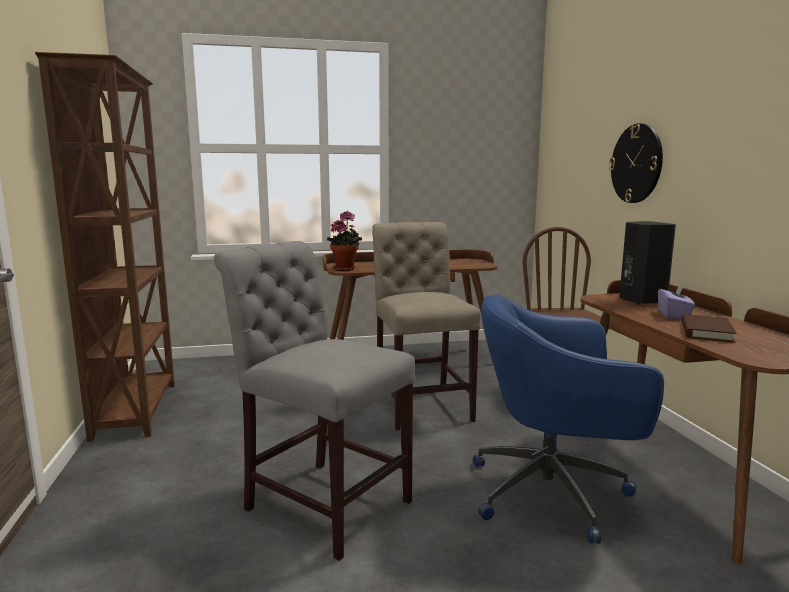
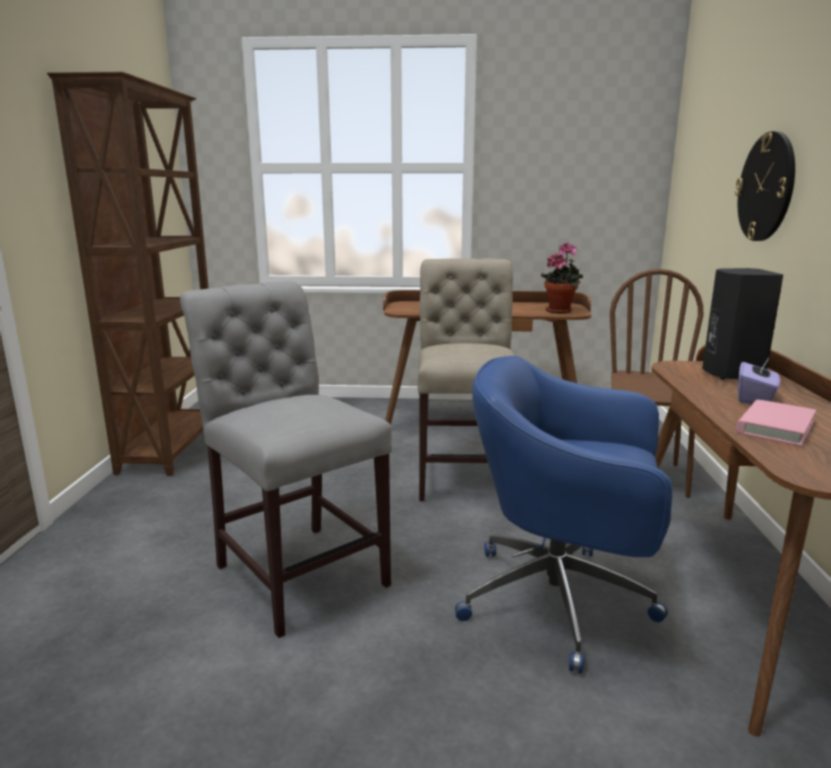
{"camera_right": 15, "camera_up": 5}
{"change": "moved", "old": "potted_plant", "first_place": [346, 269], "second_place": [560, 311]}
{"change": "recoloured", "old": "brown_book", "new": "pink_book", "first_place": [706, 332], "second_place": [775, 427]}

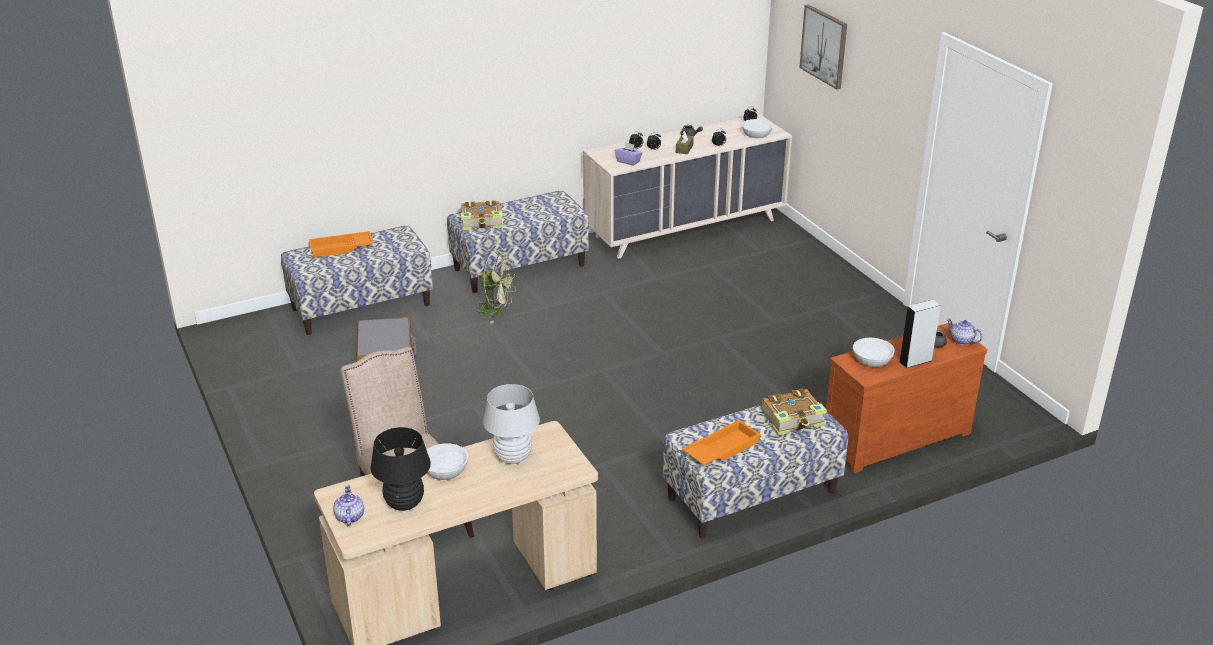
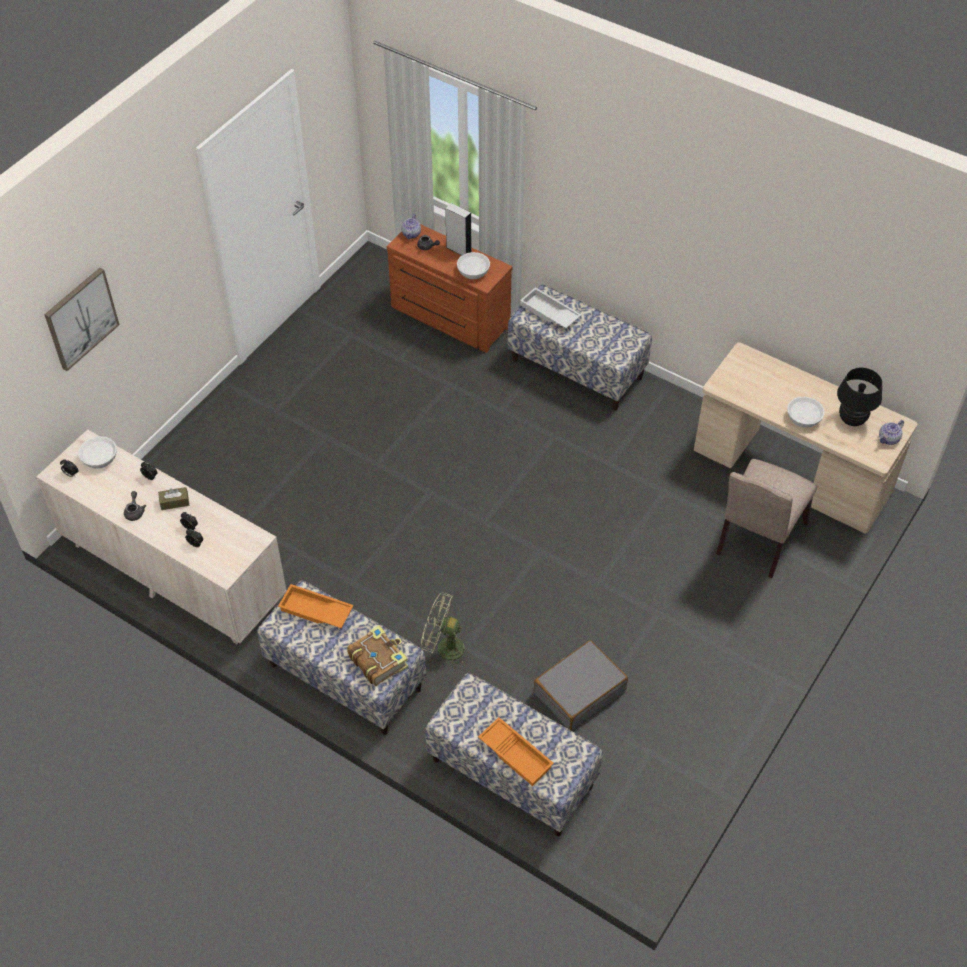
{"camera_right": -120, "camera_up": 20}
{"change": "removed", "old": "white_table_lamp", "first_place": [513, 457]}
{"change": "removed", "old": "purple_tissue_box", "first_place": [628, 161]}
{"change": "moved", "old": "orange_tray", "first_place": [721, 449], "second_place": [315, 611]}
{"change": "replaced", "old": "book", "new": "white_tray", "first_place": [793, 419], "second_place": [549, 313]}
{"change": "turned", "old": "green_fan", "first_place": [496, 312], "second_place": [444, 648], "degrees": -60}

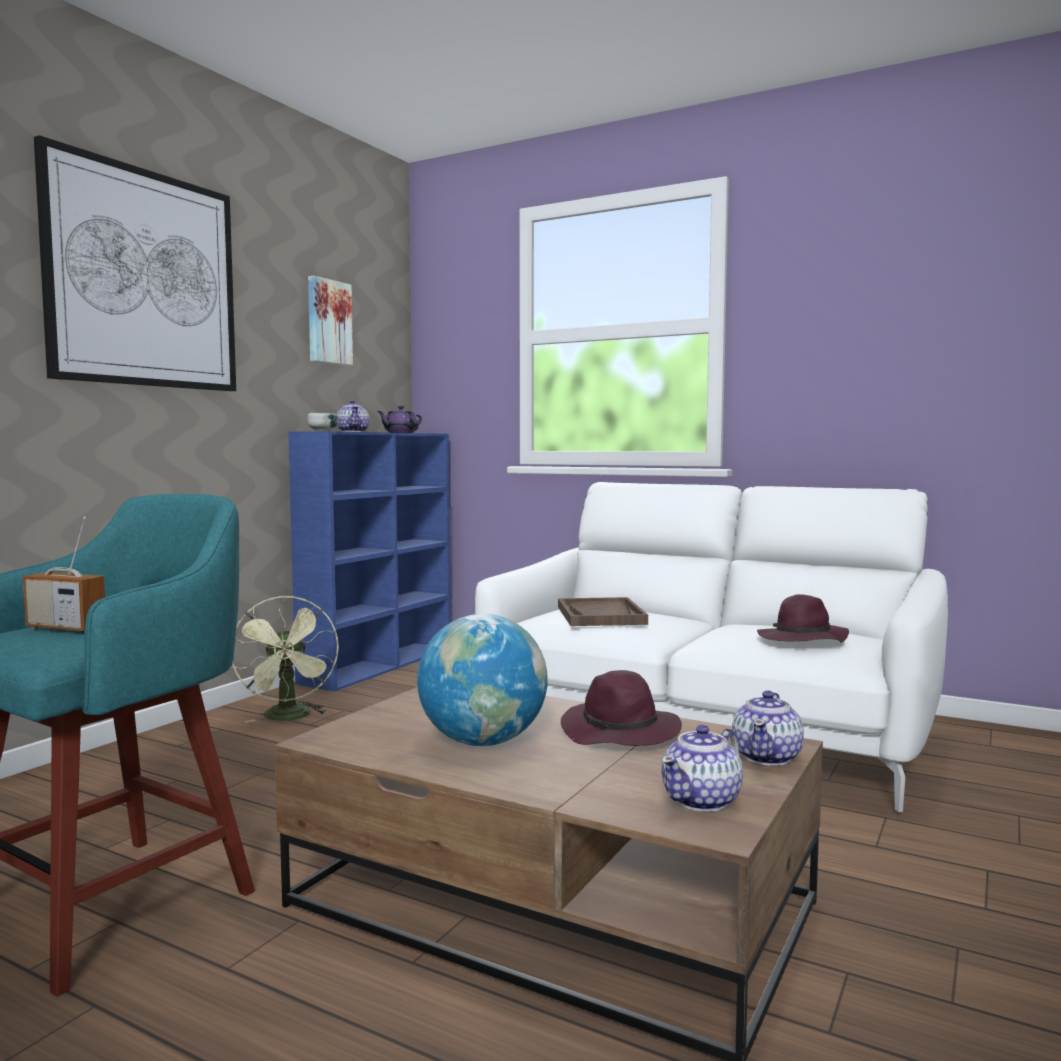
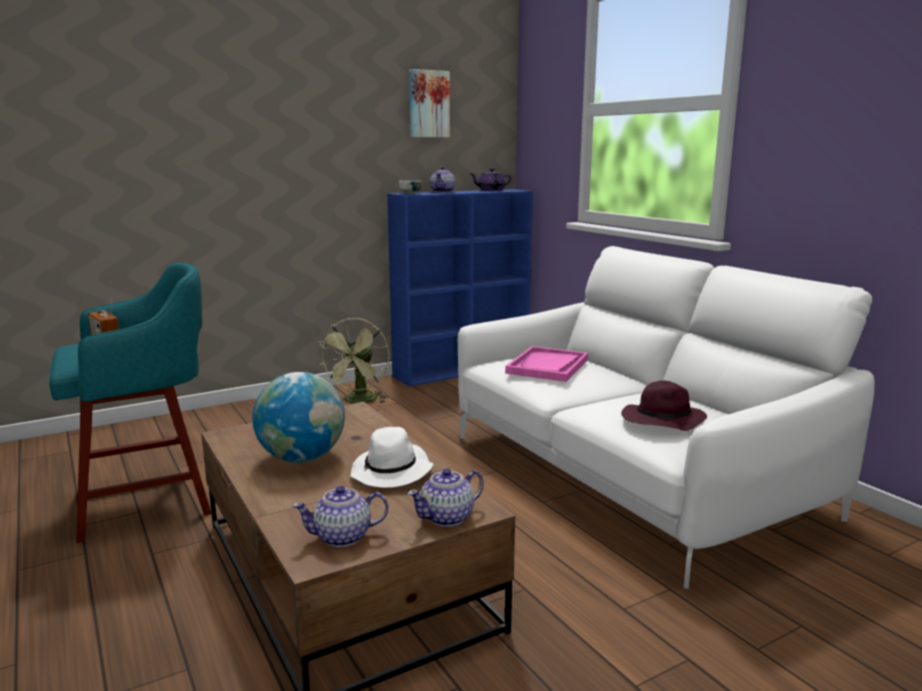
{"camera_right": 30, "camera_up": 10}
{"change": "removed", "old": "picture", "first_place": [144, 279]}
{"change": "recoloured", "old": "brown_tray", "new": "pink_tray", "first_place": [601, 615], "second_place": [548, 366]}
{"change": "recoloured", "old": "purple_hat", "new": "white_hat", "first_place": [621, 732], "second_place": [392, 472]}

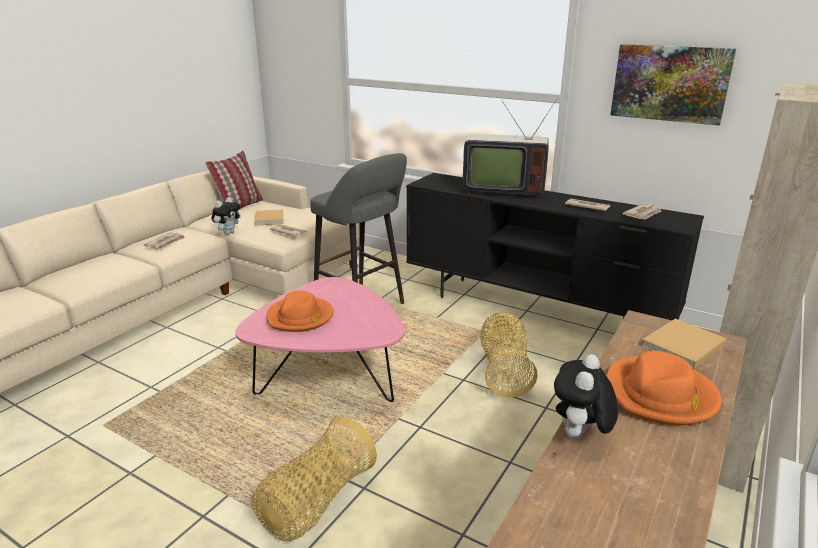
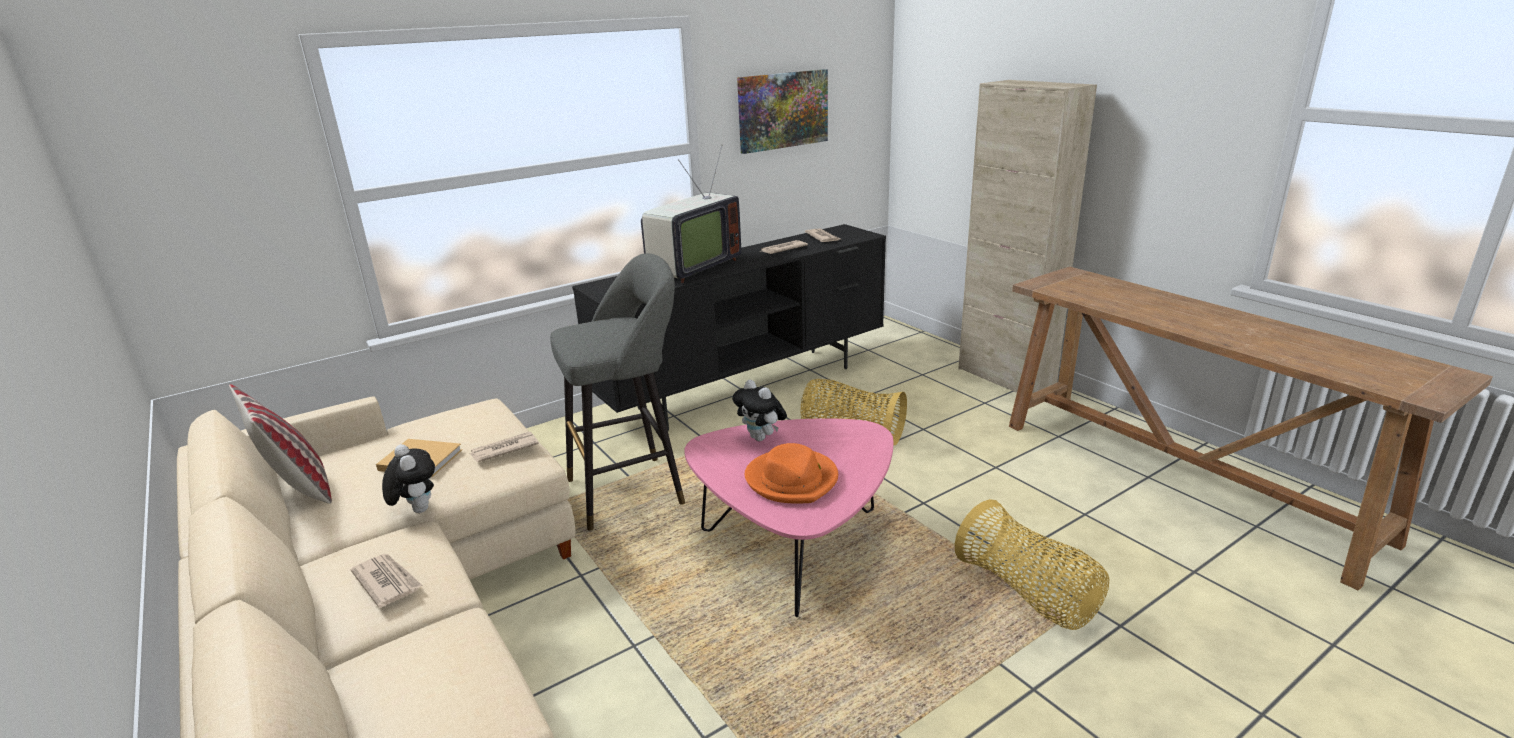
{"camera_right": -65, "camera_up": 0}
{"change": "removed", "old": "orange_hat", "first_place": [660, 395]}
{"change": "removed", "old": "beige_book", "first_place": [681, 346]}
{"change": "moved", "old": "plush_toy", "first_place": [579, 437], "second_place": [761, 438]}

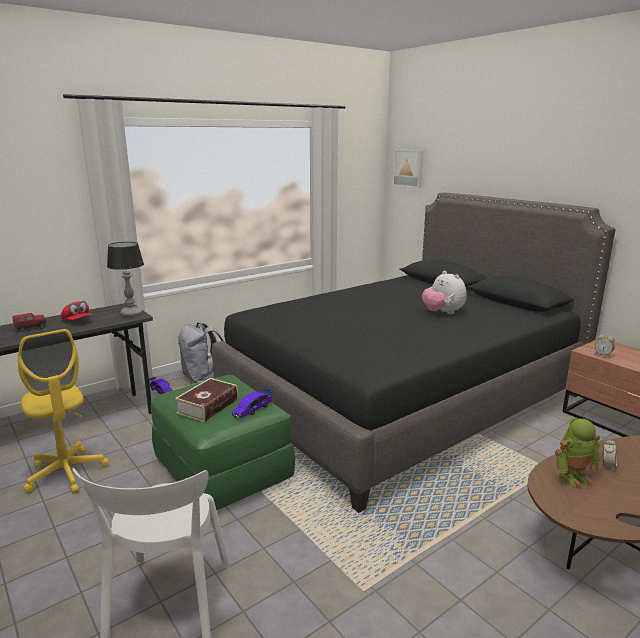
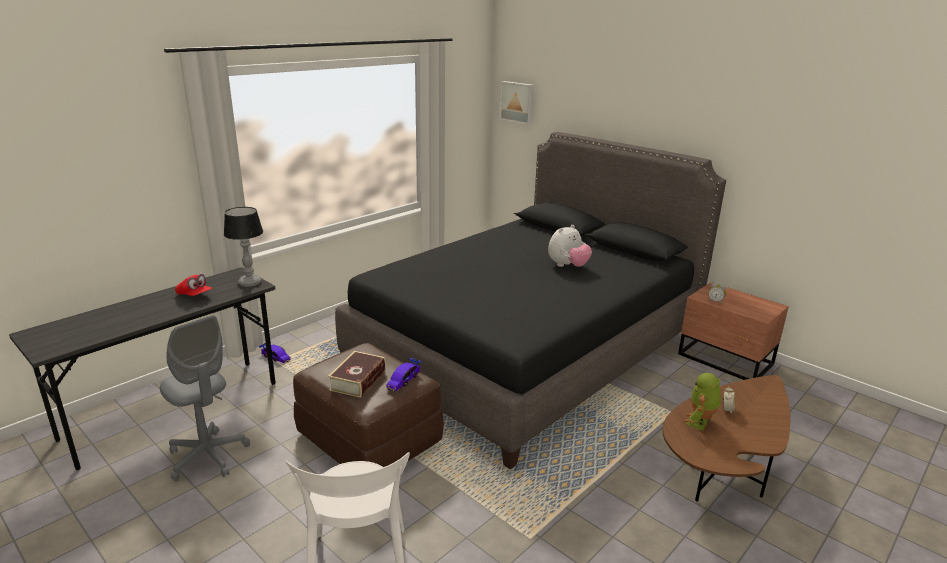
{"camera_right": -10, "camera_up": 5}
{"change": "removed", "old": "toy_truck", "first_place": [31, 329]}
{"change": "removed", "old": "grey_backpack", "first_place": [203, 379]}
{"change": "recoloured", "old": "yellow_office_chair", "new": "grey_office_chair", "first_place": [66, 473], "second_place": [208, 456]}
{"change": "recoloured", "old": "green_ottoman", "new": "brown_ottoman", "first_place": [224, 469], "second_place": [370, 438]}
{"change": "turned", "old": "plush_toy", "first_place": [442, 313], "second_place": [567, 266], "degrees": -90}
{"change": "turned", "old": "toy_robot", "first_place": [573, 477], "second_place": [700, 423], "degrees": 150}

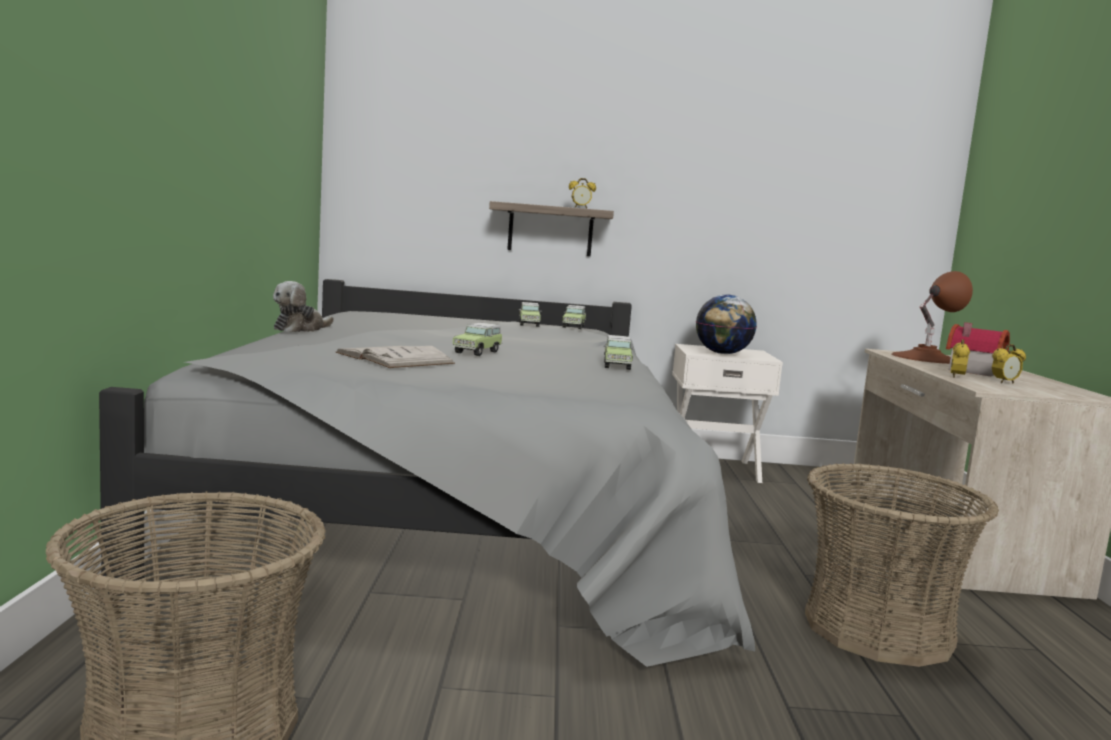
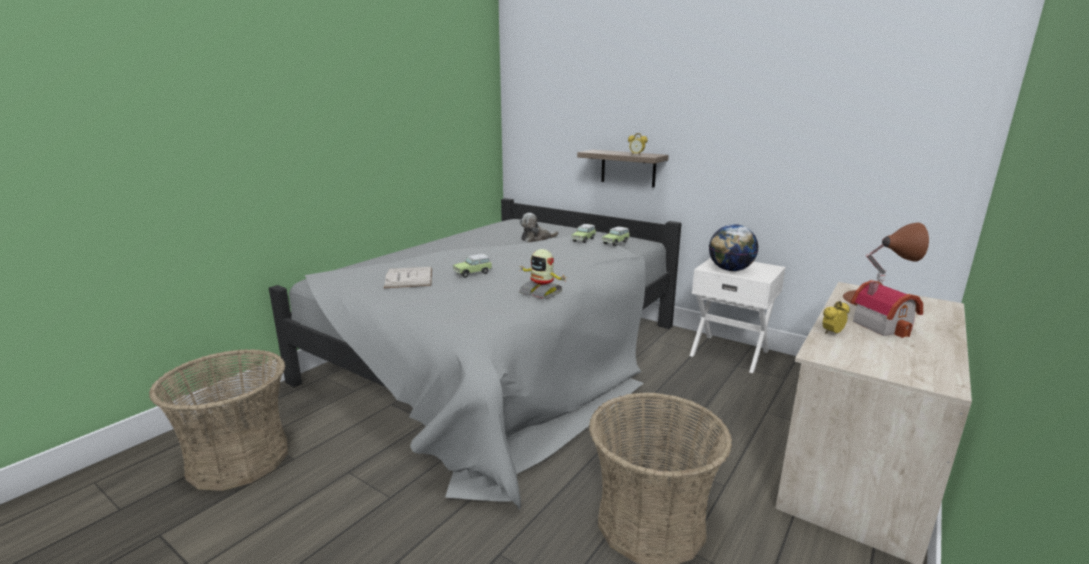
{"camera_right": 35, "camera_up": 10}
{"change": "removed", "old": "alarm_clock", "first_place": [1004, 382]}
{"change": "moved", "old": "plush_toy", "first_place": [300, 329], "second_place": [536, 239]}
{"change": "replaced", "old": "toy_car", "new": "toy_robot", "first_place": [617, 365], "second_place": [541, 292]}

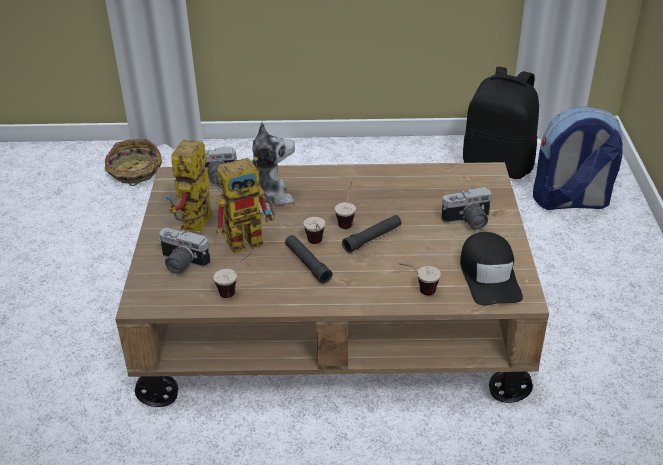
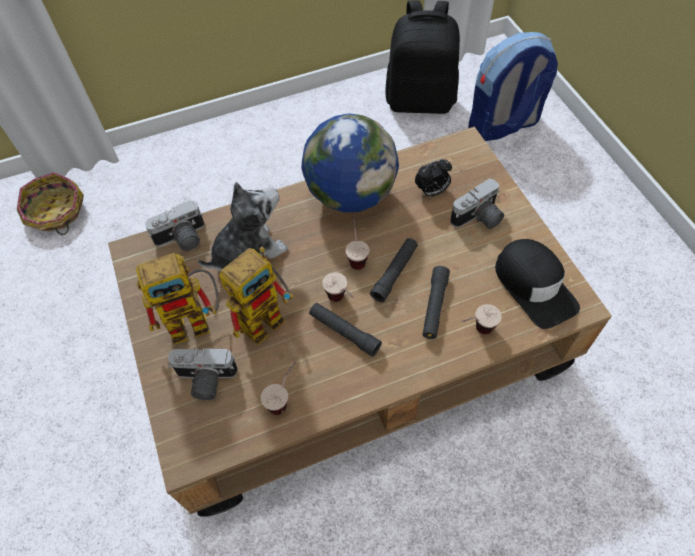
{"camera_right": -20, "camera_up": 20}
{"change": "added", "new": "globe", "second_place": [350, 195]}
{"change": "added", "new": "alarm_clock", "second_place": [431, 192]}
{"change": "added", "new": "black_flashlight", "second_place": [434, 306]}
{"change": "turned", "old": "toy_robot", "first_place": [197, 227], "second_place": [197, 320], "degrees": -105}

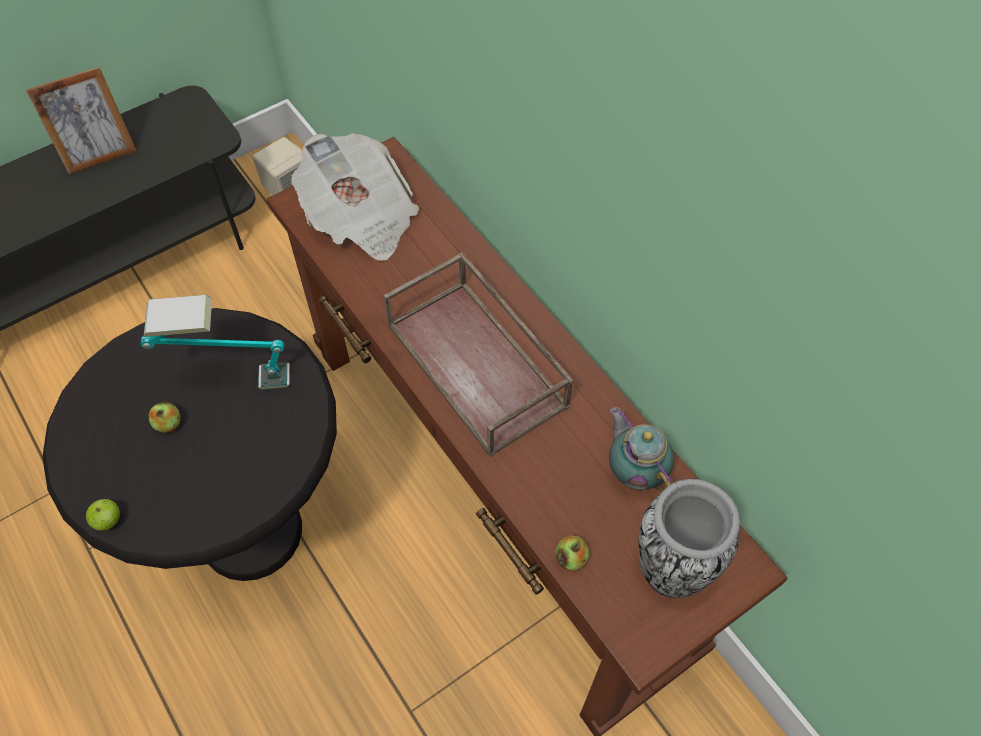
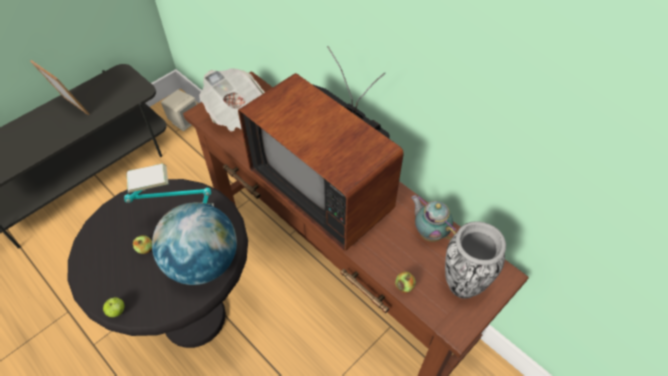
{"camera_right": -10, "camera_up": -5}
{"change": "added", "new": "globe", "second_place": [203, 262]}
{"change": "replaced", "old": "brown_tray", "new": "television", "first_place": [479, 365], "second_place": [327, 187]}
{"change": "turned", "old": "picture_frame", "first_place": [100, 156], "second_place": [72, 109], "degrees": -105}

